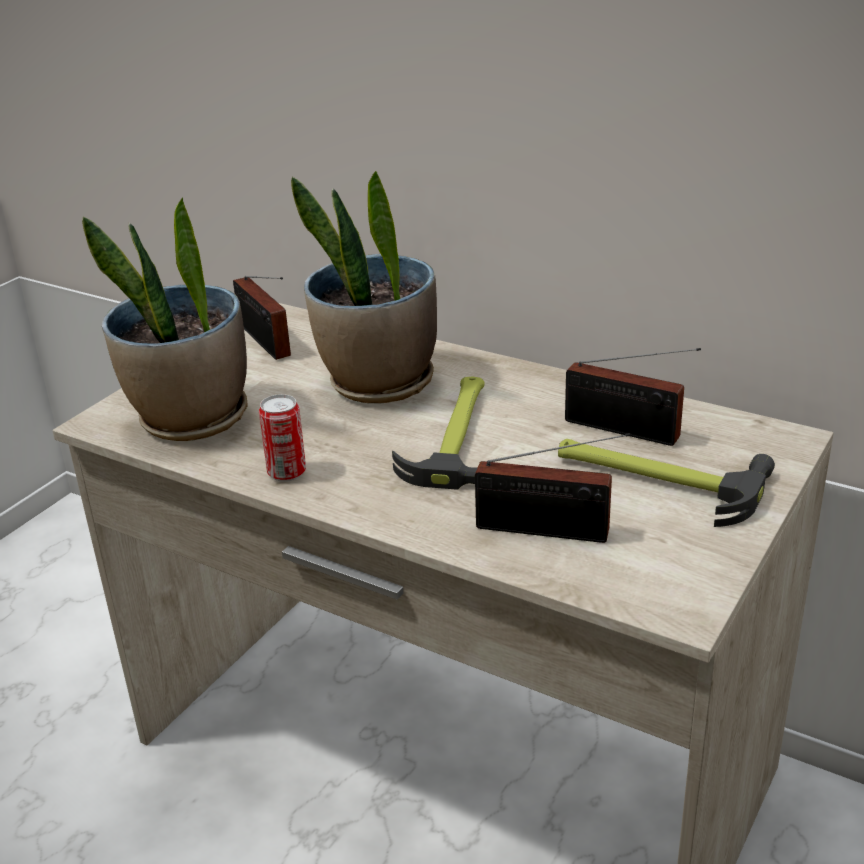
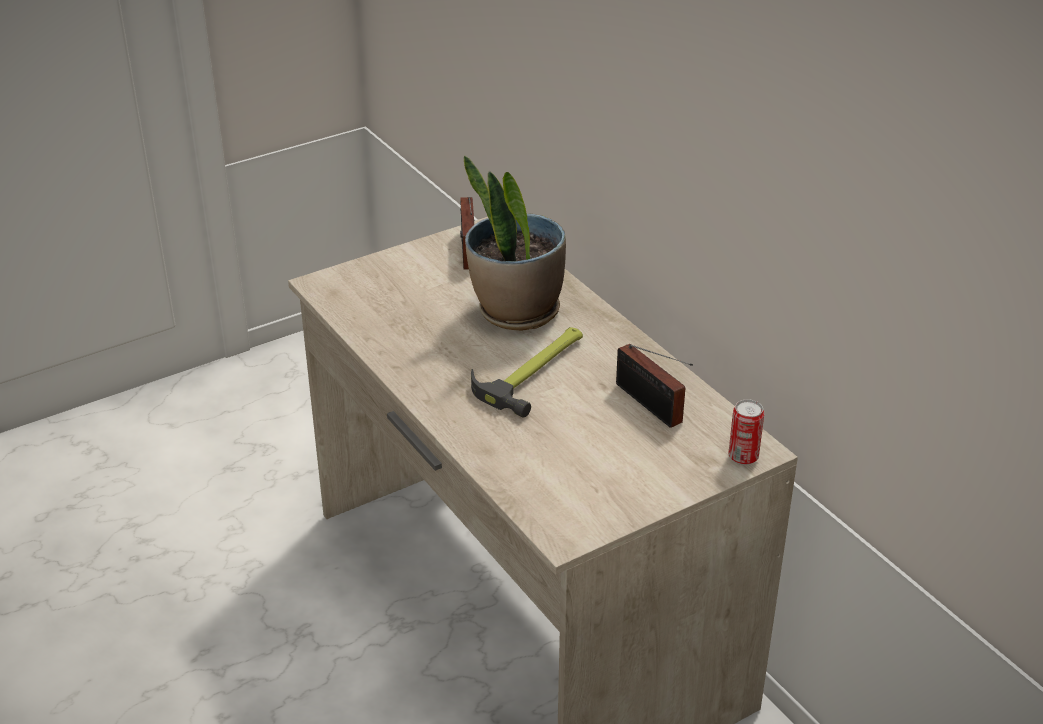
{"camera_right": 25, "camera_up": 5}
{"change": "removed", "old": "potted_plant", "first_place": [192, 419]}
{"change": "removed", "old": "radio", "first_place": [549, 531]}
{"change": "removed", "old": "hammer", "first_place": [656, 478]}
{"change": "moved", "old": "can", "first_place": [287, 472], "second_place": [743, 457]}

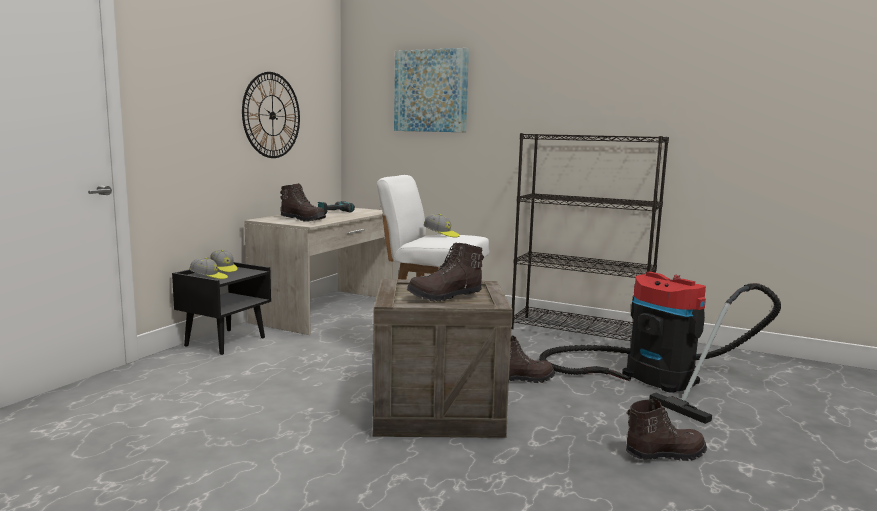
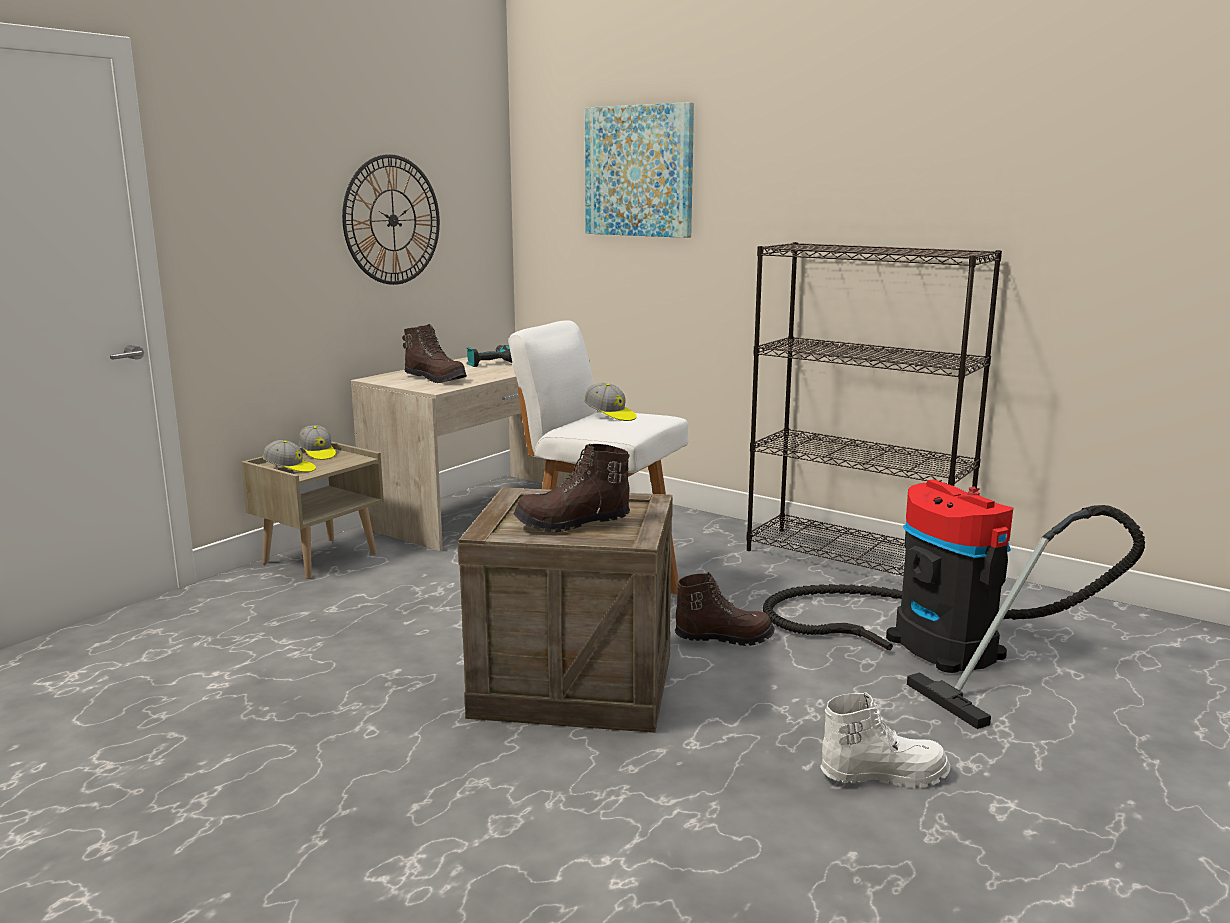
{"camera_right": 10, "camera_up": 5}
{"change": "recoloured", "old": "black_nightstand", "new": "beige_nightstand", "first_place": [225, 341], "second_place": [320, 557]}
{"change": "recoloured", "old": "brown_boot", "new": "white_boot", "first_place": [664, 454], "second_place": [882, 775]}

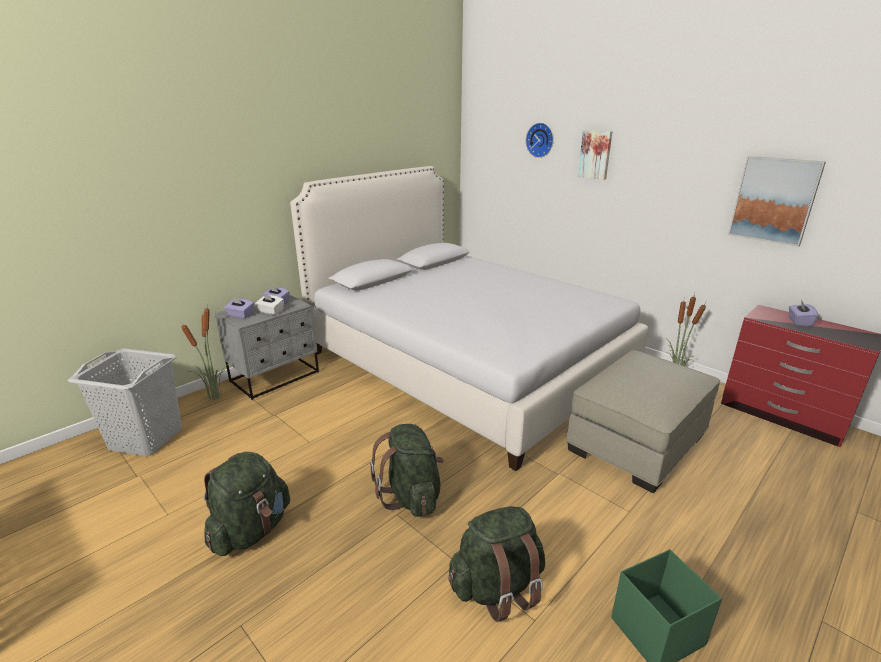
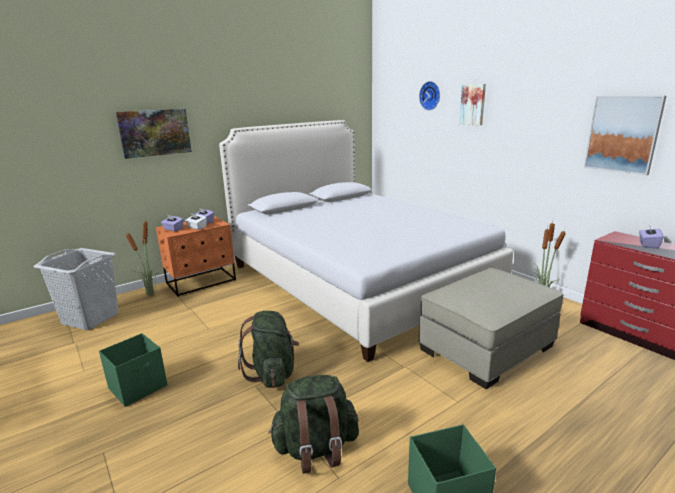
{"camera_right": 10, "camera_up": -5}
{"change": "added", "new": "picture", "second_place": [155, 132]}
{"change": "replaced", "old": "green_backpack", "new": "green_storage_box", "first_place": [251, 530], "second_place": [139, 387]}
{"change": "recoloured", "old": "grey_nightstand", "new": "orange_nightstand", "first_place": [275, 377], "second_place": [201, 282]}

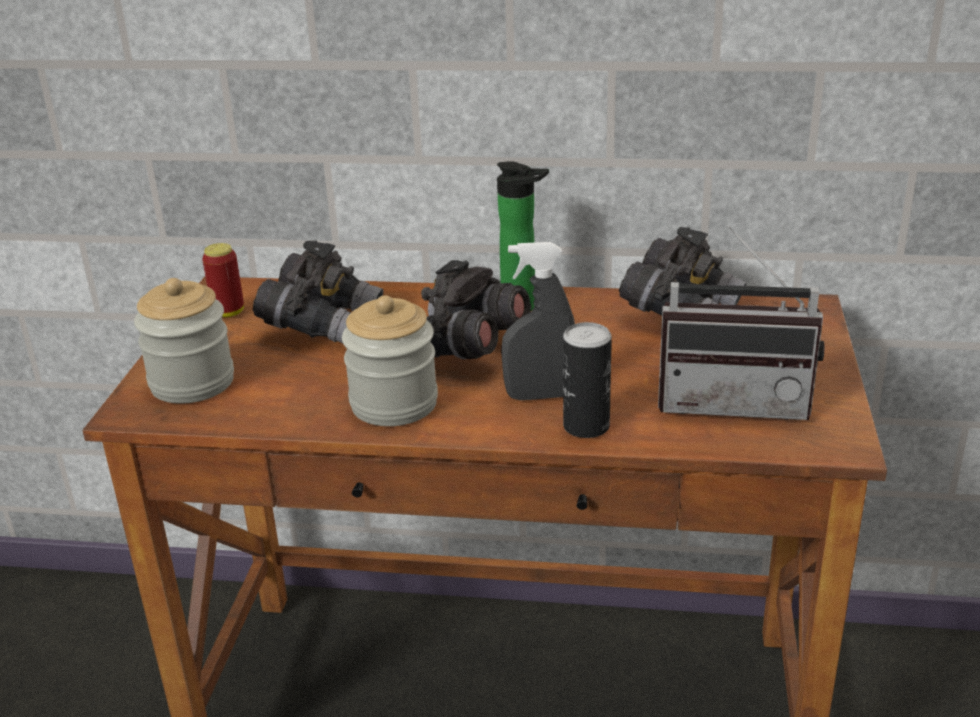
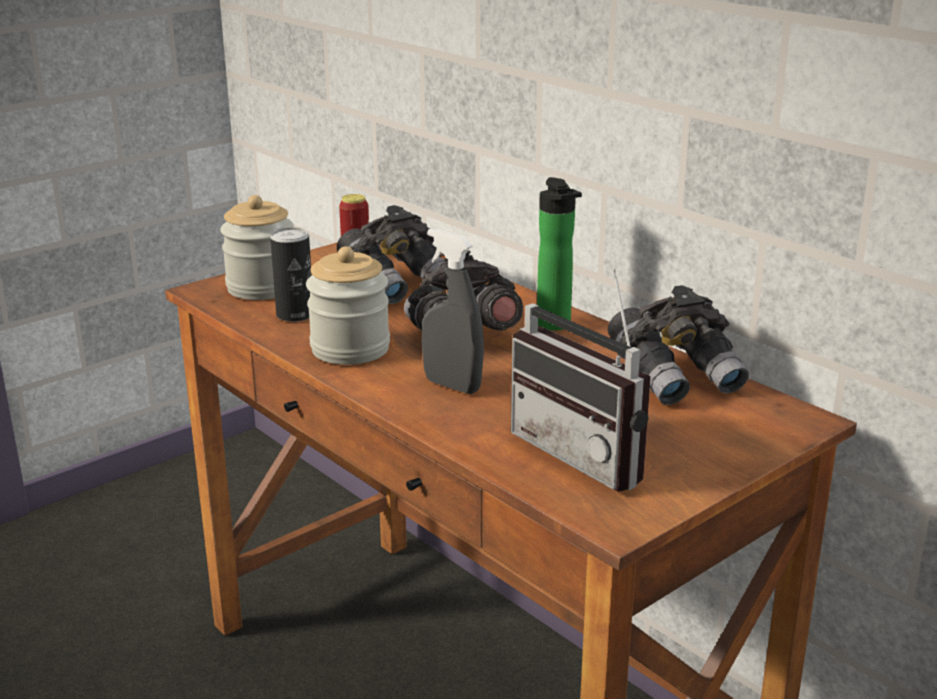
{"camera_right": 40, "camera_up": -5}
{"change": "moved", "old": "can", "first_place": [586, 426], "second_place": [295, 315]}

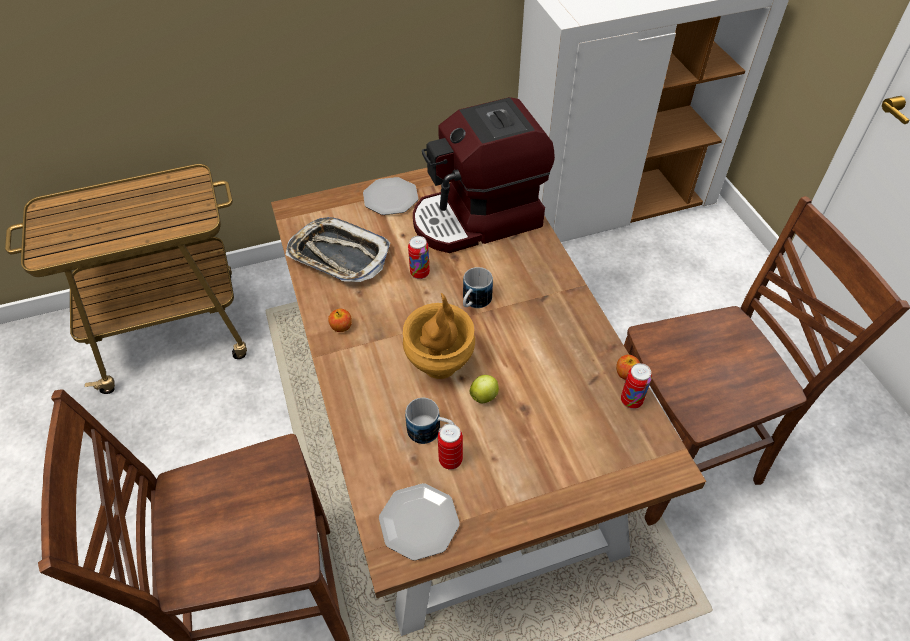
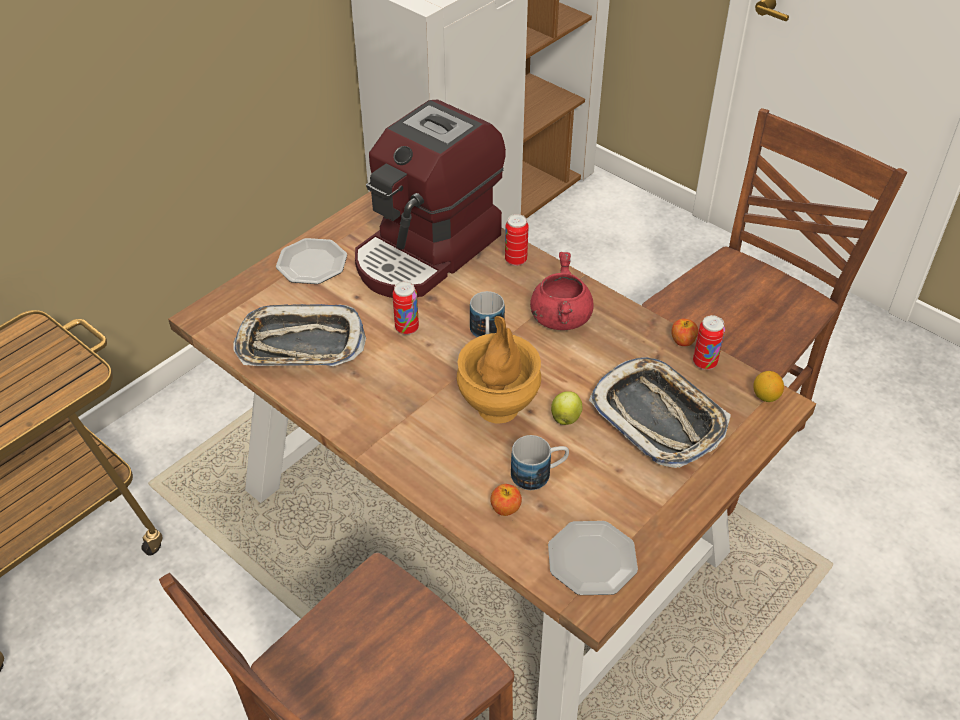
{"camera_right": -30, "camera_up": -5}
{"change": "added", "new": "red_cooking_pot", "second_place": [559, 317]}
{"change": "added", "new": "tray", "second_place": [658, 417]}
{"change": "added", "new": "lemon", "second_place": [765, 396]}
{"change": "moved", "old": "apple", "first_place": [341, 327], "second_place": [505, 508]}
{"change": "moved", "old": "can", "first_place": [450, 460], "second_place": [515, 260]}

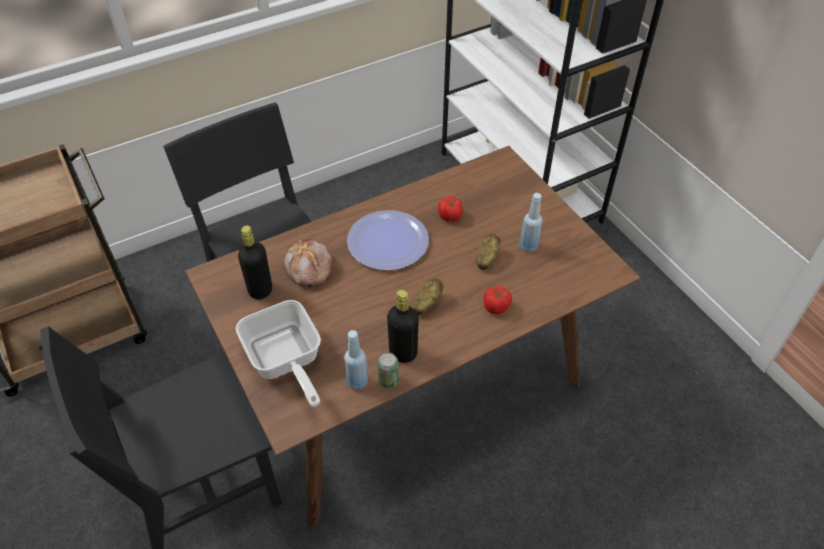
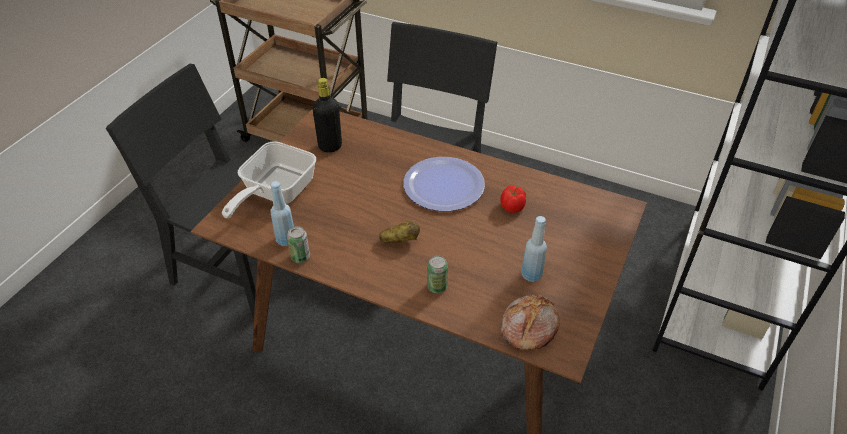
{"camera_right": 55, "camera_up": -5}
{"change": "removed", "old": "black_bottle", "first_place": [403, 353]}
{"change": "removed", "old": "potato", "first_place": [486, 258]}
{"change": "moved", "old": "bread", "first_place": [308, 268], "second_place": [528, 327]}
{"change": "replaced", "old": "tomato", "new": "can", "first_place": [496, 307], "second_place": [437, 287]}

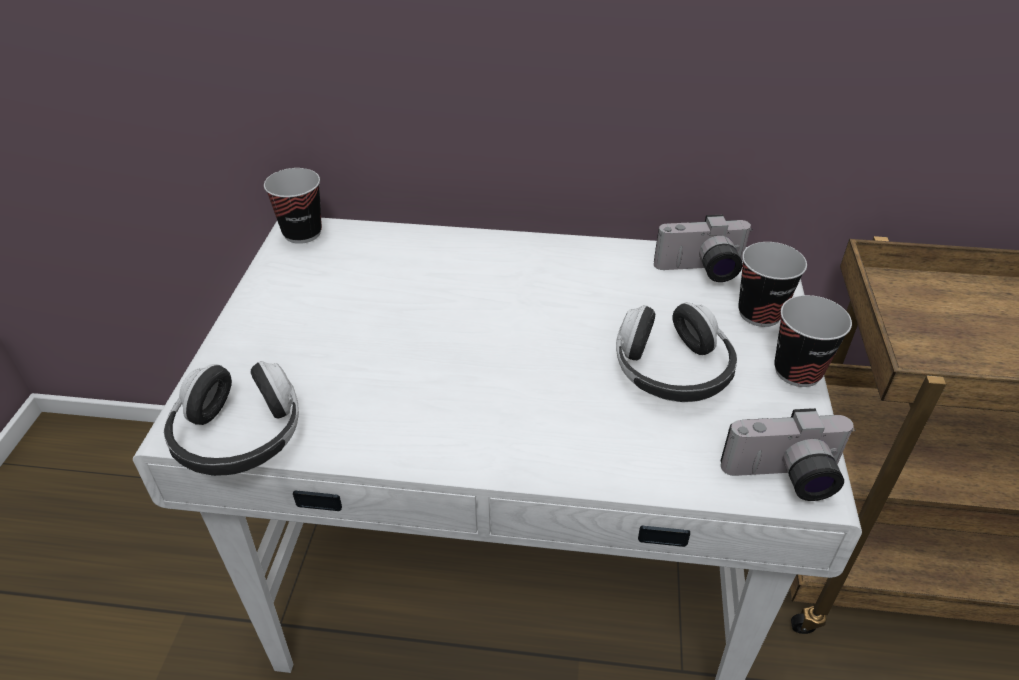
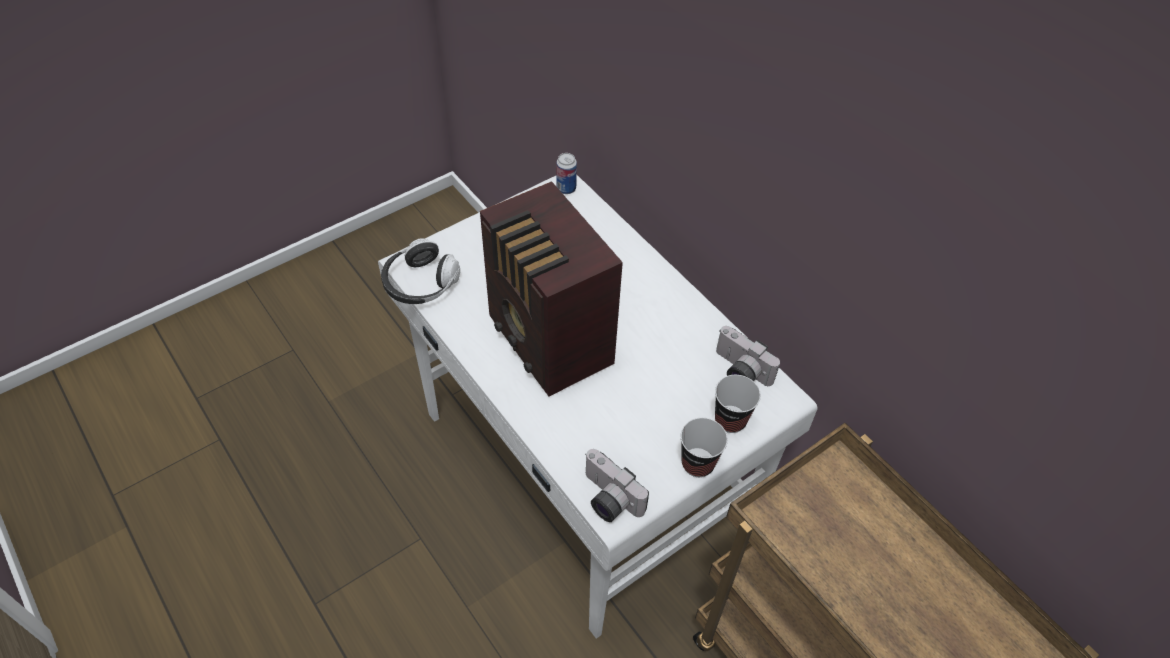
{"camera_right": 45, "camera_up": 10}
{"change": "removed", "old": "headphones", "first_place": [671, 371]}
{"change": "added", "new": "radio", "second_place": [549, 343]}
{"change": "replaced", "old": "cup", "new": "can", "first_place": [302, 233], "second_place": [566, 188]}

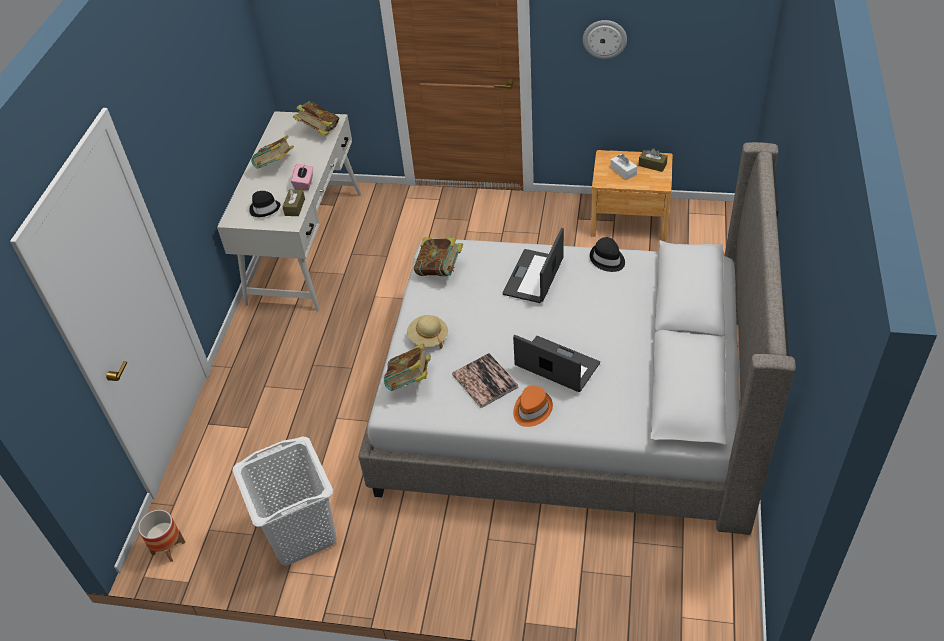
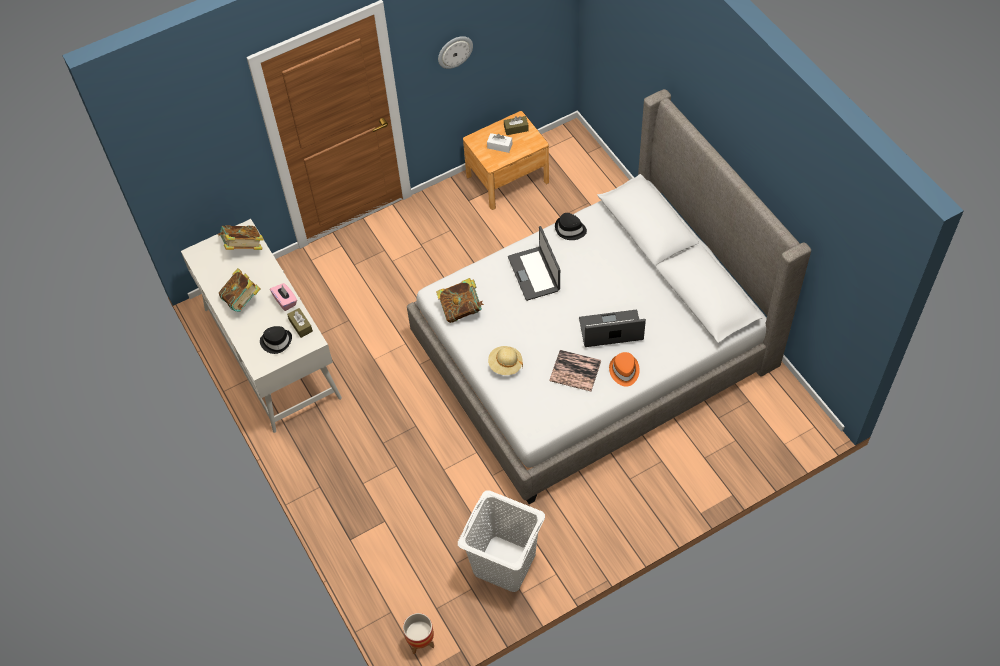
{"camera_right": -40, "camera_up": 10}
{"change": "removed", "old": "book", "first_place": [409, 382]}

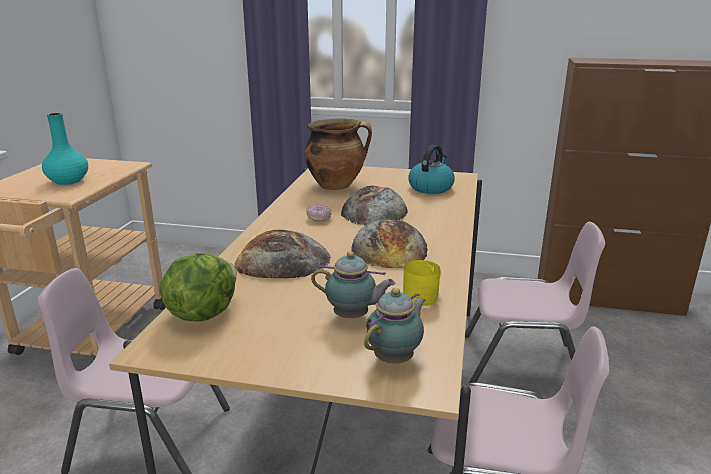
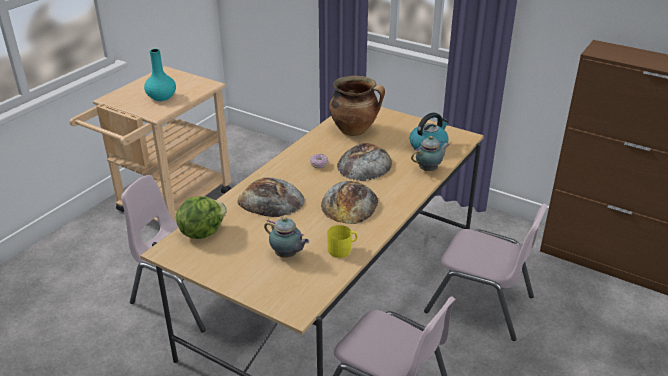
{"camera_right": 20, "camera_up": 10}
{"change": "moved", "old": "teapot", "first_place": [396, 358], "second_place": [429, 169]}

